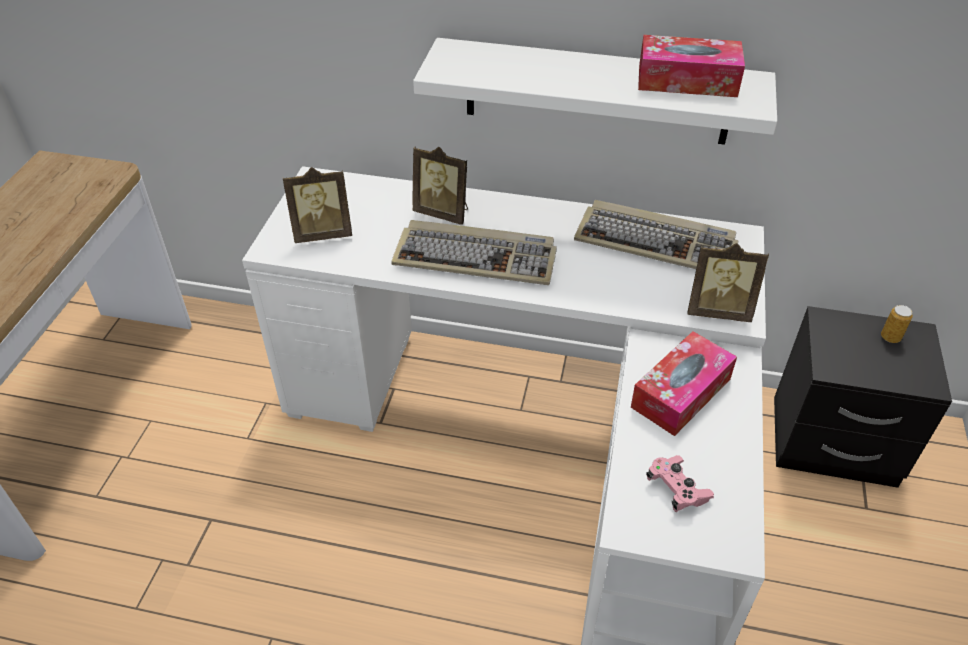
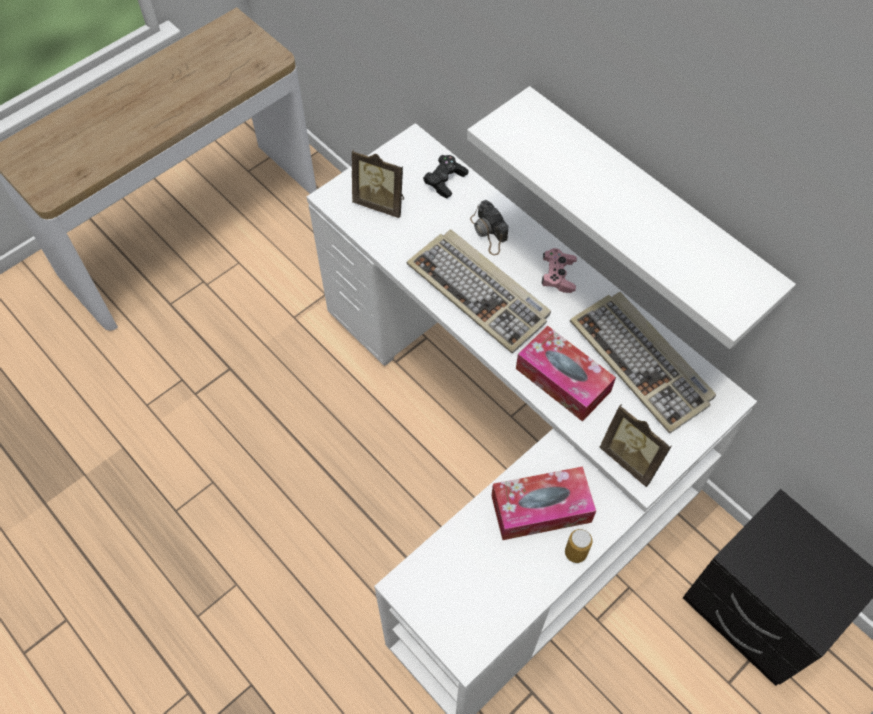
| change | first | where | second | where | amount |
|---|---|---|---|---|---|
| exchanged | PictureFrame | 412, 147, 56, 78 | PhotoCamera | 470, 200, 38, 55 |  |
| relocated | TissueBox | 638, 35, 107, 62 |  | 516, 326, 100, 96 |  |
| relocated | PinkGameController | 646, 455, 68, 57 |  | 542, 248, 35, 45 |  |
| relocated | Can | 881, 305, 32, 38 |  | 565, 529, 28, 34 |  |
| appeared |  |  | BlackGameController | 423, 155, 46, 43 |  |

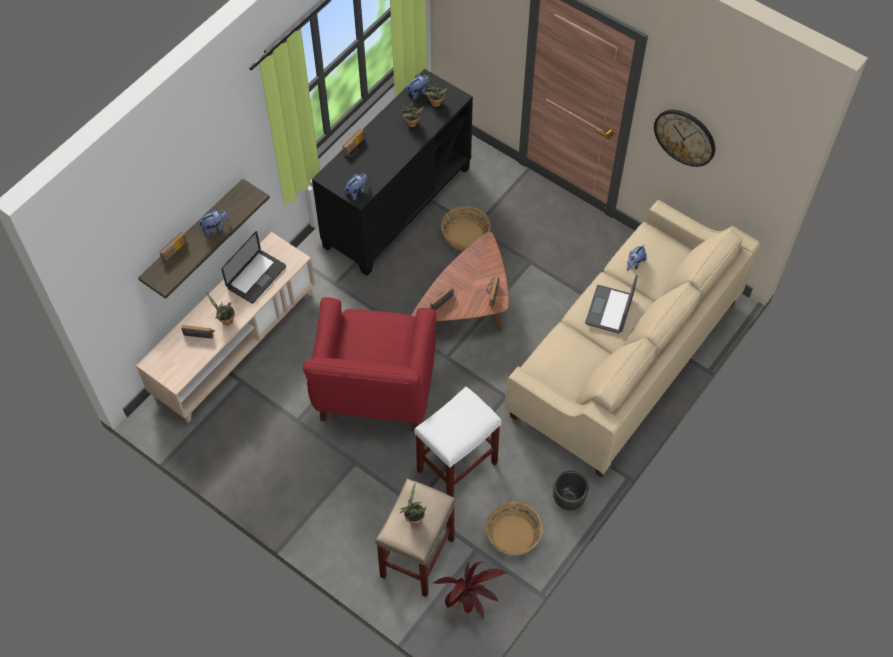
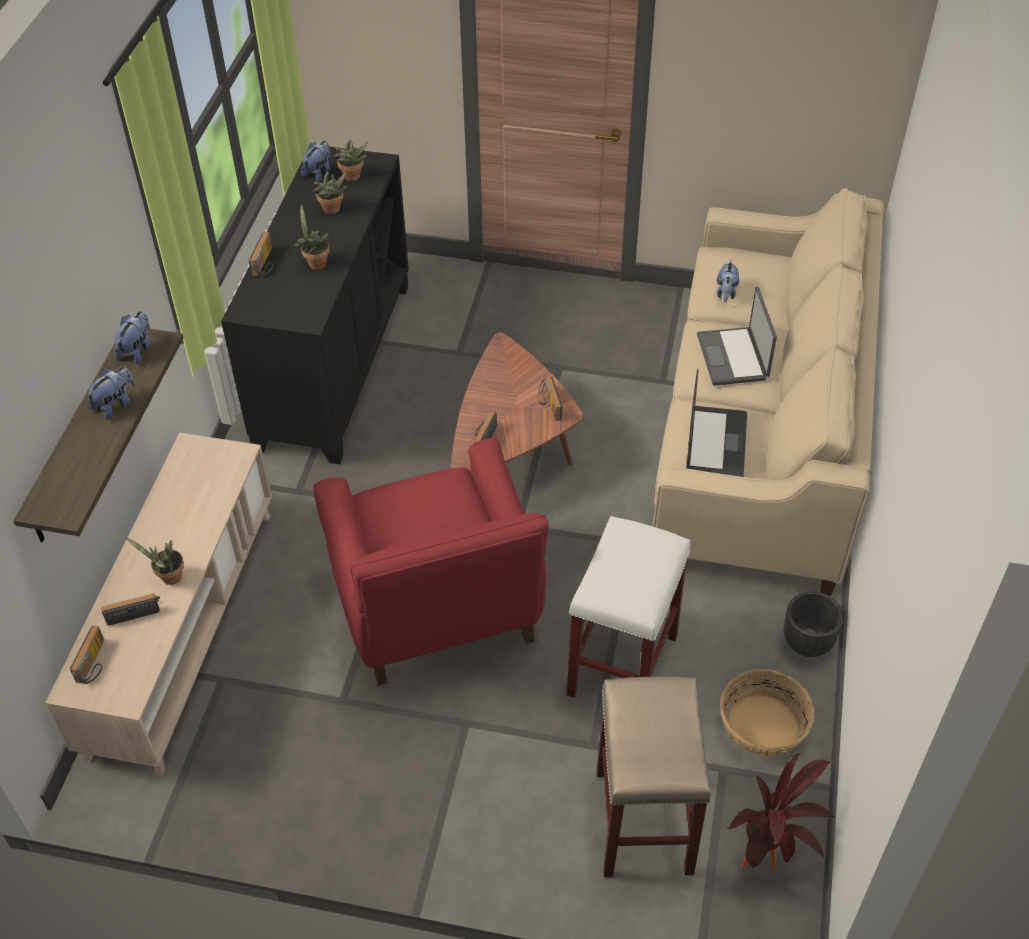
| change | first | where | second | where | amount |
|---|---|---|---|---|---|
| relocated | Radio | 160, 232, 27, 31 |  | 70, 625, 34, 59 |  |
| relocated | Laptop | 221, 231, 65, 72 |  | 687, 368, 60, 109 |  |
| relocated | PlushToy | 344, 173, 24, 27 |  | 114, 311, 37, 53 |  |
| relocated | PottedPlant | 400, 483, 26, 42 |  | 294, 205, 36, 65 |  |
| missing | Basket | 441, 206, 50, 45 |  |  |  |
| missing | WallClock | 654, 110, 61, 57 |  |  |  |

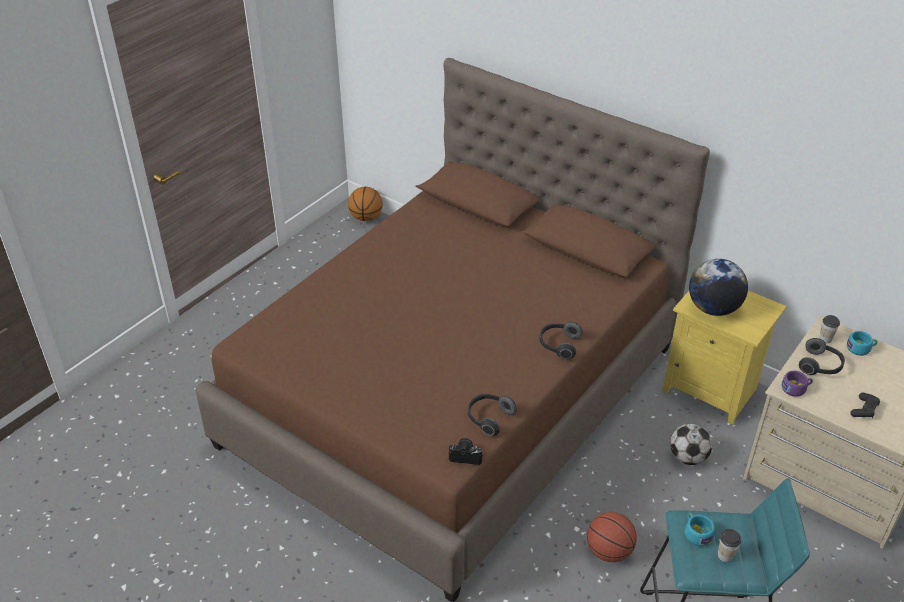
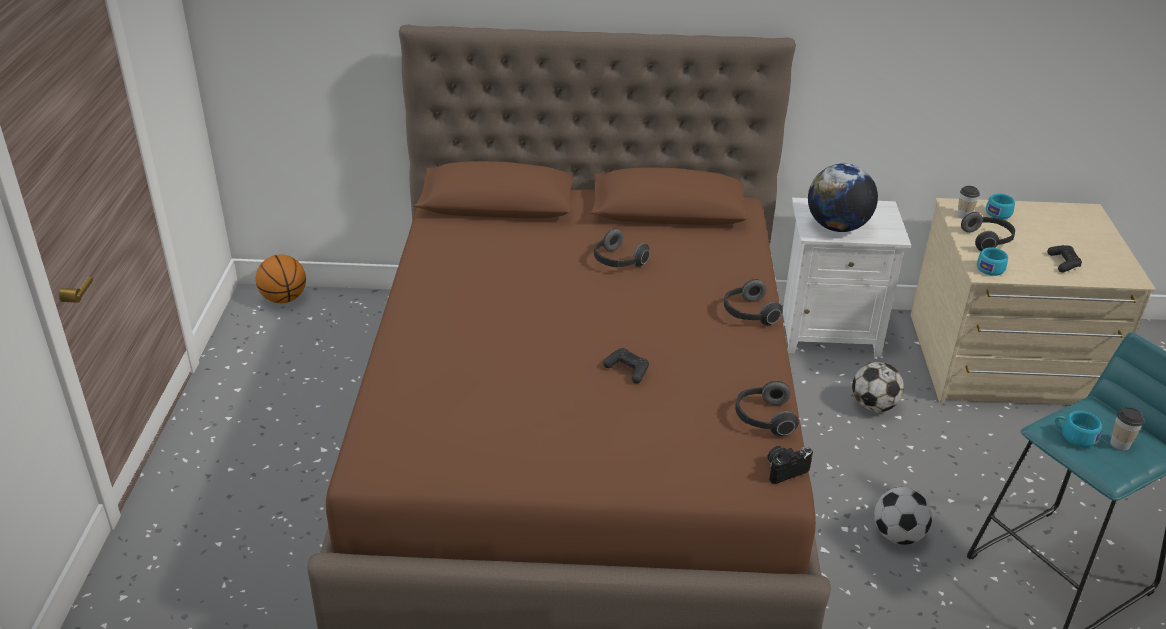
| change | first | where | second | where | amount |
|---|---|---|---|---|---|
| exchanged | Basketball | 587, 512, 50, 50 | Football | 874, 487, 58, 58 |  |
| colour | YellowNightstand | 662, 291, 125, 134 | WhiteNightstand | 783, 198, 128, 159 |  |
| colour | PurpleCup | 781, 371, 32, 26 | TurquoiseCup | 977, 247, 31, 29 |  |
| appeared |  |  | Headphones | 594, 229, 56, 38 |  |
| appeared |  |  | BlackGameController | 603, 348, 46, 35 |  |

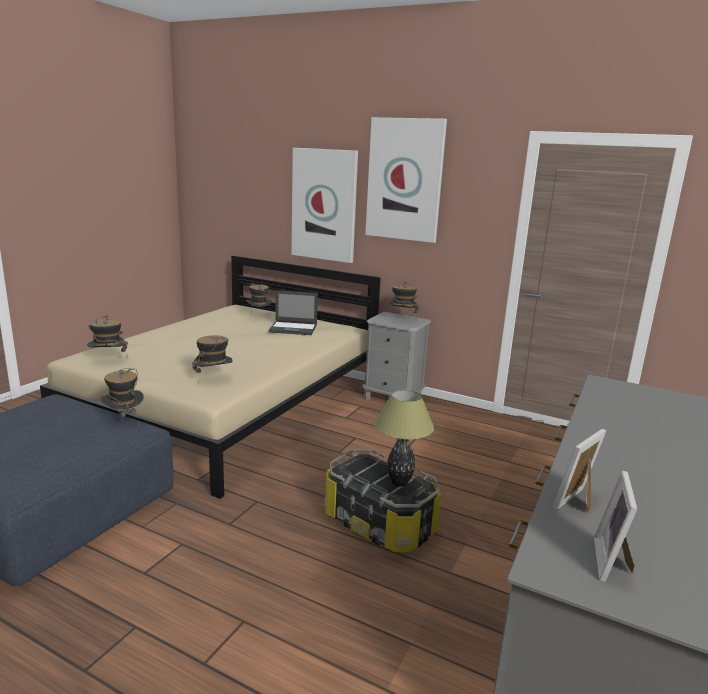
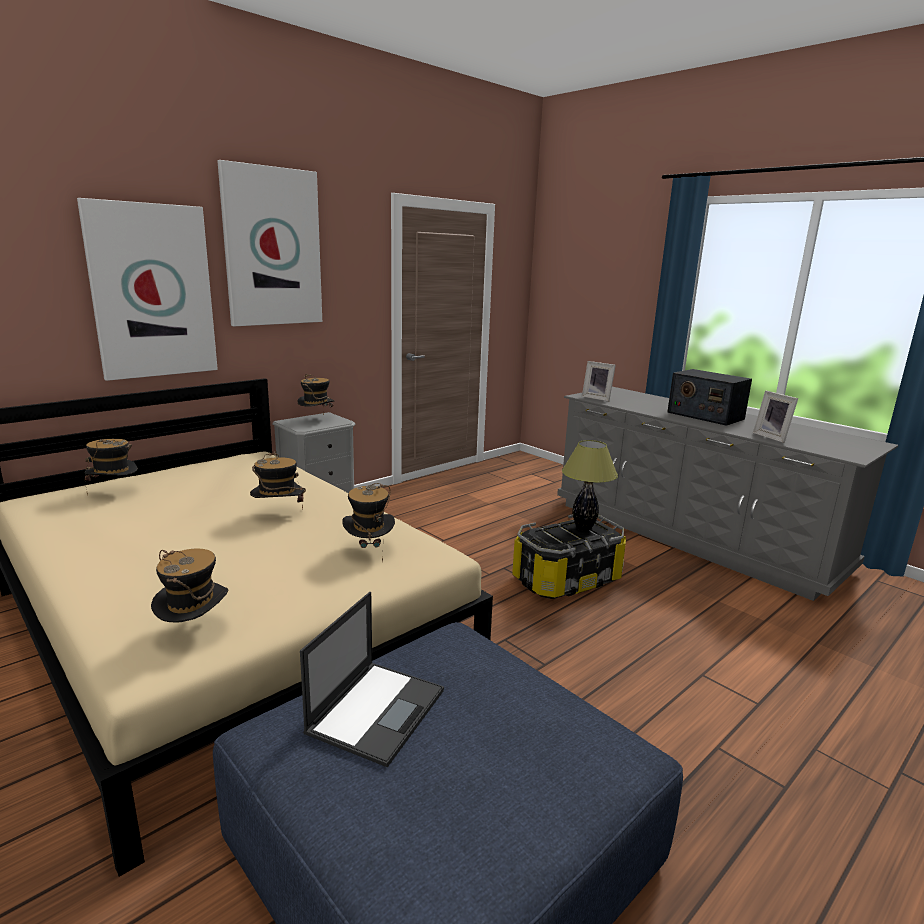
| change | first | where | second | where | amount |
|---|---|---|---|---|---|
| relocated | Hat | 101, 368, 43, 56 |  | 250, 451, 56, 59 |  |
| relocated | Laptop | 269, 290, 49, 45 |  | 300, 592, 144, 176 |  |
| relocated | PictureFrame | 594, 471, 43, 111 |  | 582, 361, 34, 40 |  |
| appeared |  |  | Radio | 667, 369, 85, 57 |  |

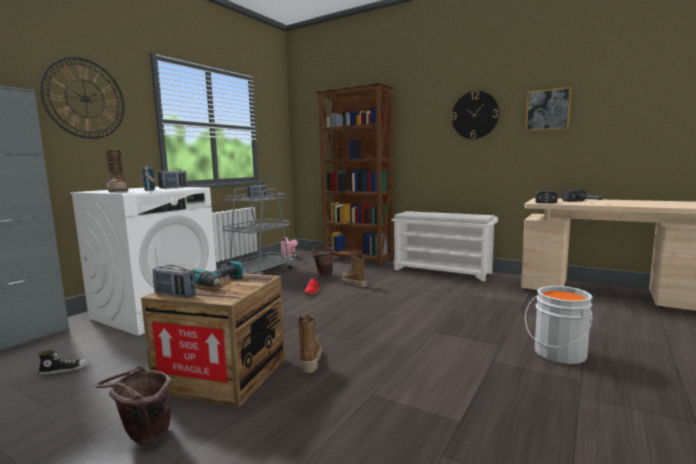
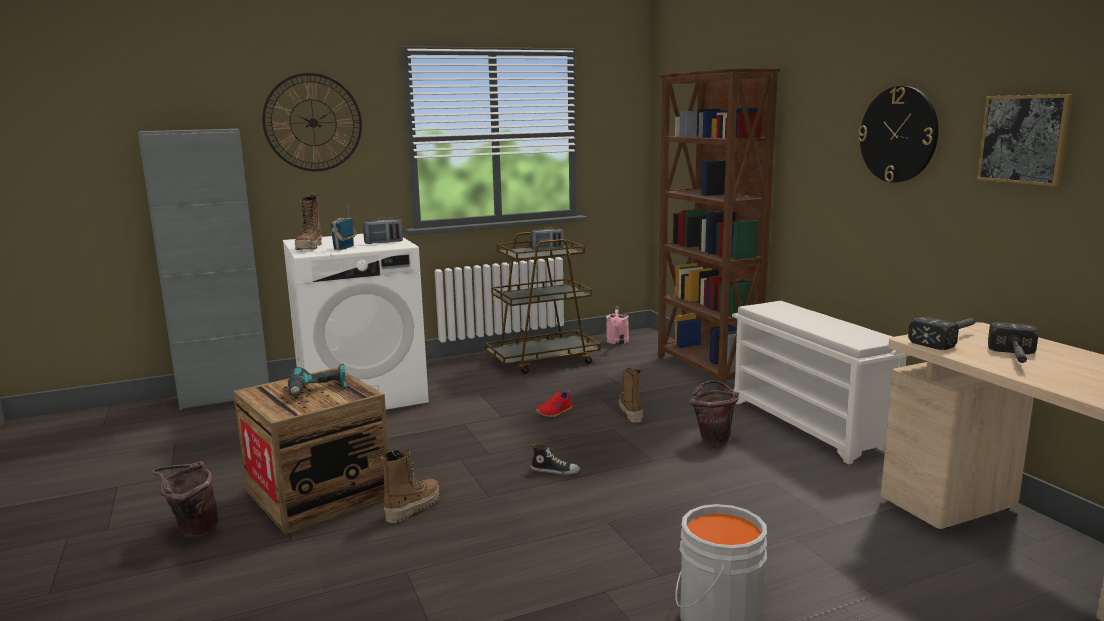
| change | first | where | second | where | amount |
|---|---|---|---|---|---|
| relocated | Shoe | 38, 350, 52, 25 |  | 531, 444, 49, 31 |  |
| missing | Radio | 153, 265, 43, 33 |  |  |  |
| colour | GreyCart | 221, 188, 74, 87 | BrownCart | 485, 232, 116, 142 |  |
| relocated | BrownBucket | 312, 245, 22, 32 |  | 690, 380, 49, 66 |  |

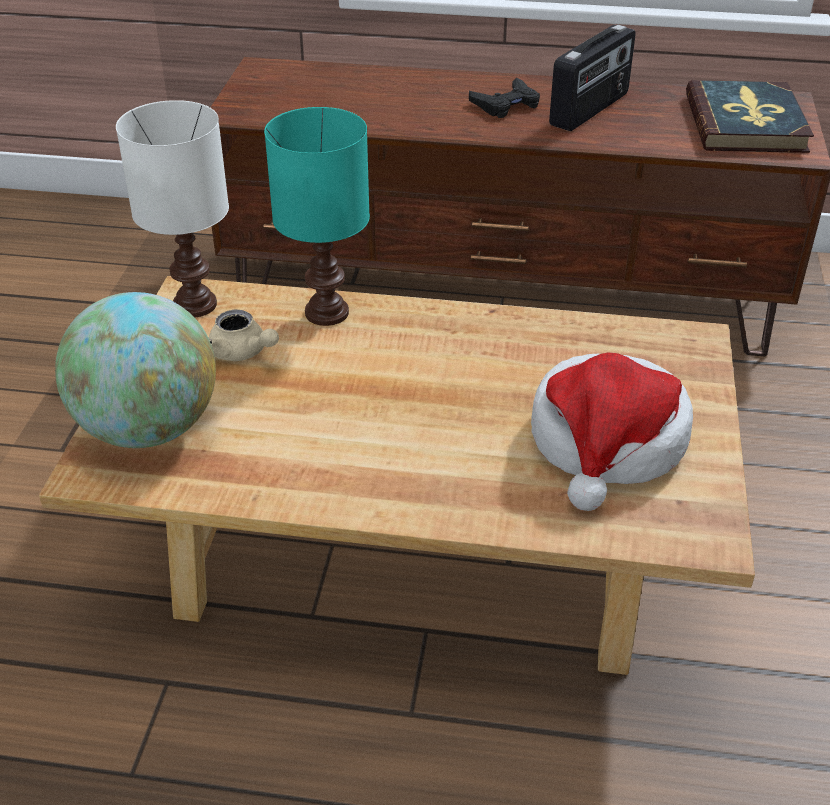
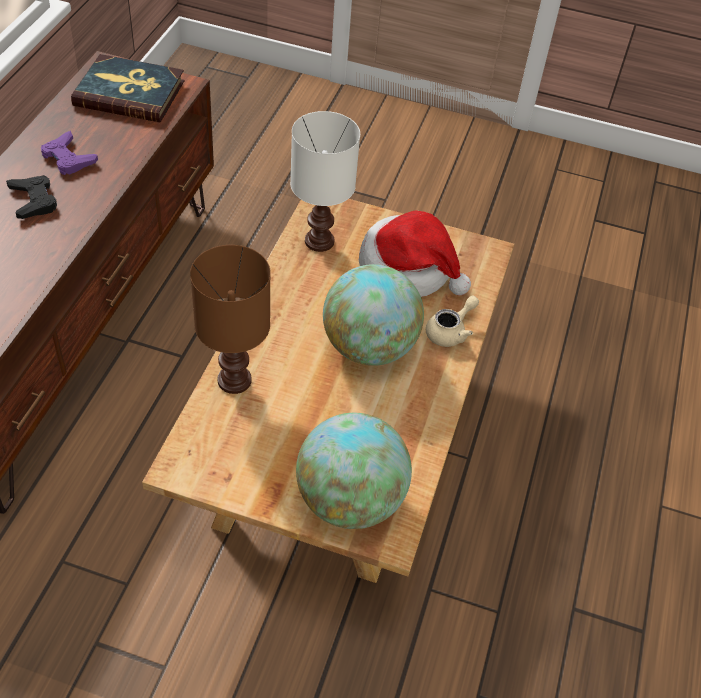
| change | first | where | second | where | amount |
|---|---|---|---|---|---|
| relocated | WhiteTableLamp | 116, 100, 113, 218 |  | 290, 111, 70, 141 |  |
| relocated | BeigeTeapot | 209, 310, 70, 51 |  | 426, 295, 53, 52 |  |
| colour | TurquoiseTableLamp | 264, 107, 106, 219 | BrownTableLamp | 190, 245, 81, 149 |  |
| exchanged | Radio | 549, 25, 86, 106 | PurpleGameController | 41, 131, 57, 44 |  |
| appeared |  |  | Globe | 323, 264, 101, 102 |  |

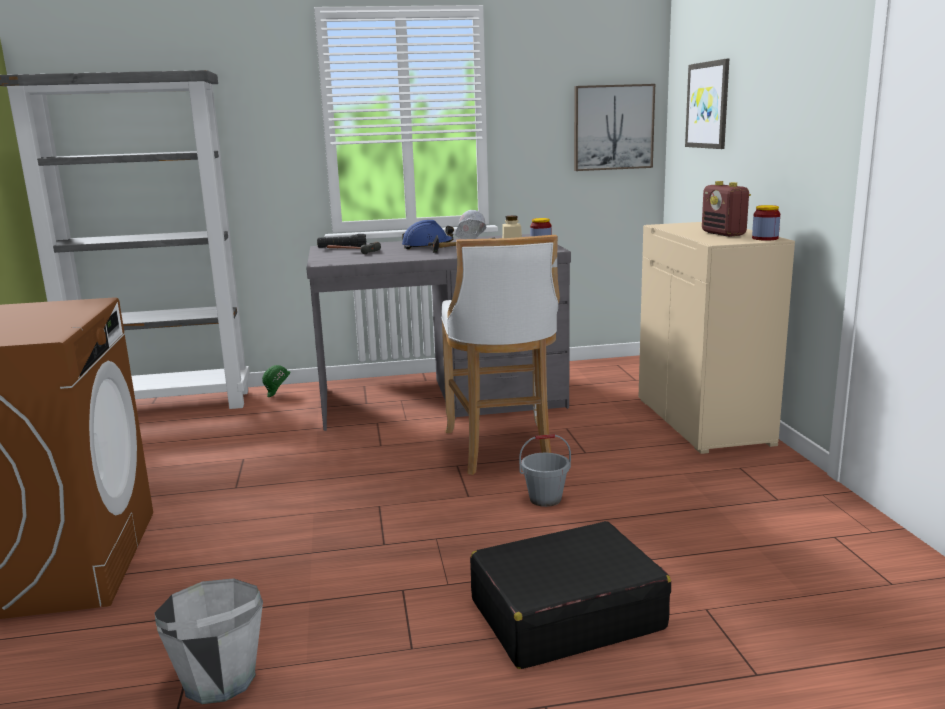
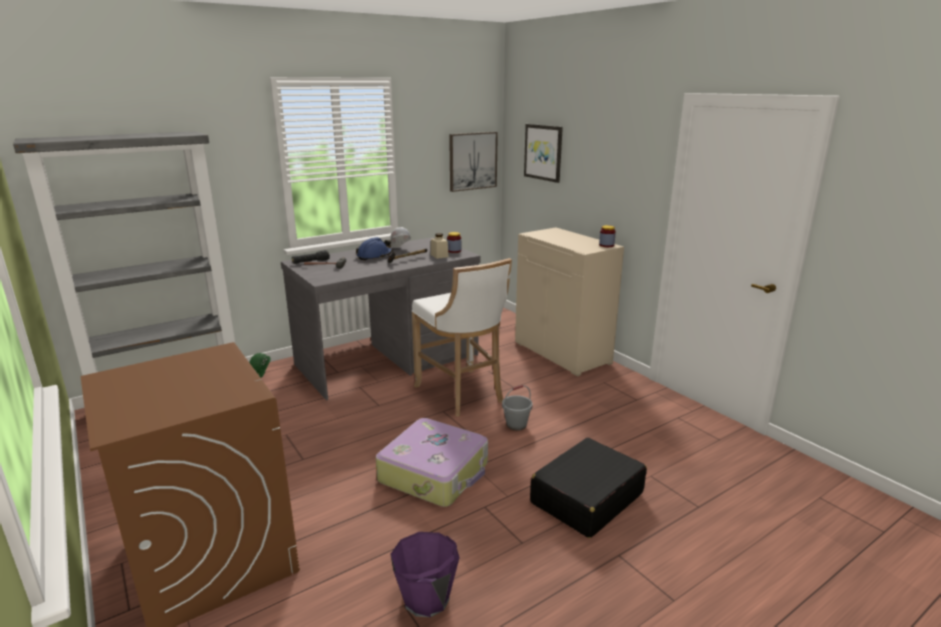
| change | first | where | second | where | amount |
|---|---|---|---|---|---|
| colour | GreyBucket | 154, 578, 109, 126 | PurpleBucket | 391, 532, 69, 85 |  |
| missing | Radio | 702, 181, 49, 56 |  |  |  |
| appeared |  |  | Suitcase | 376, 418, 112, 89 |  |

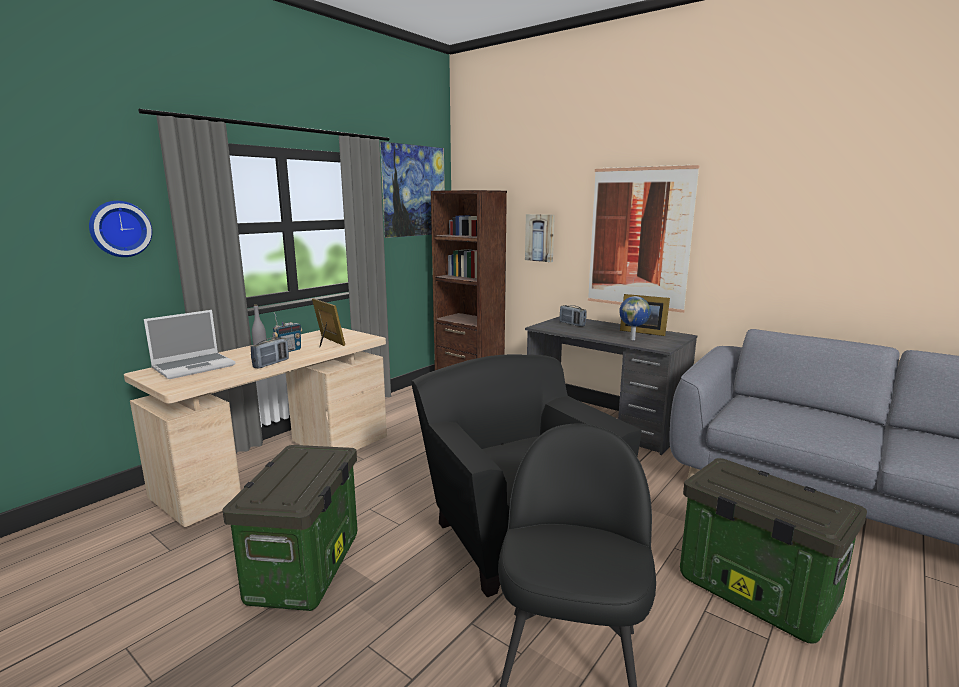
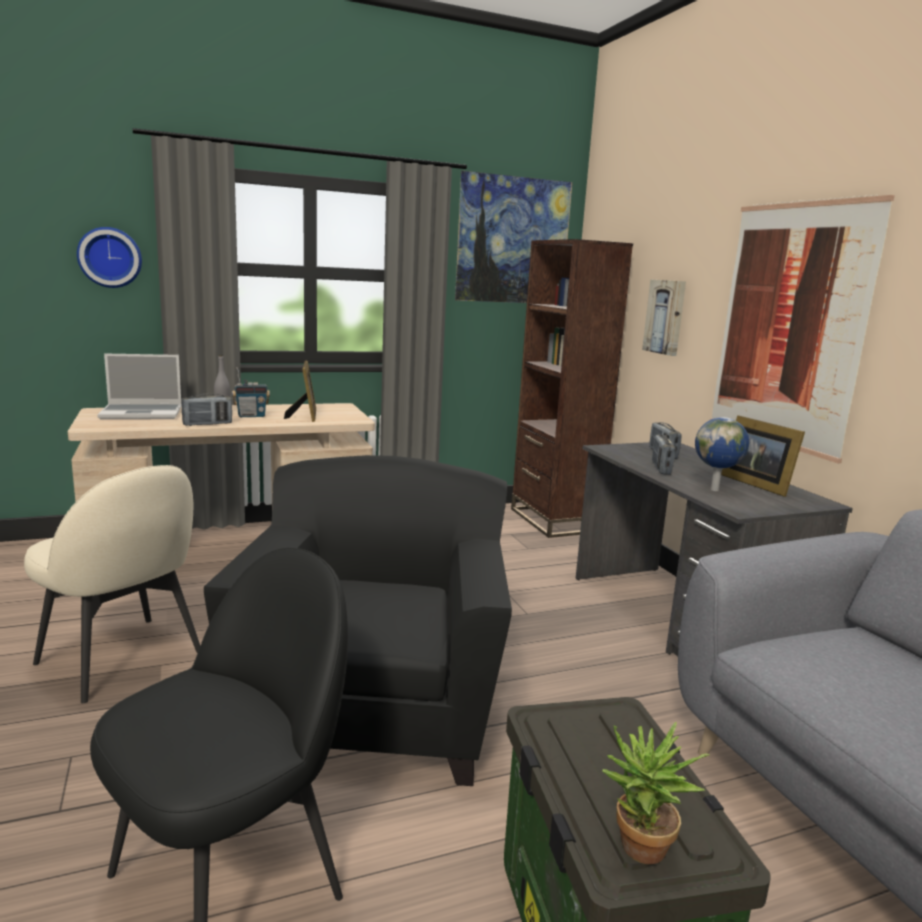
| change | first | where | second | where | amount |
|---|---|---|---|---|---|
| exchanged | StorageBox | 222, 445, 135, 166 | BeigeChair | 24, 465, 176, 238 |  |
| appeared |  |  | PottedPlant | 602, 721, 108, 143 |  |
| appeared |  |  | Radio | 652, 435, 24, 40 |  |

